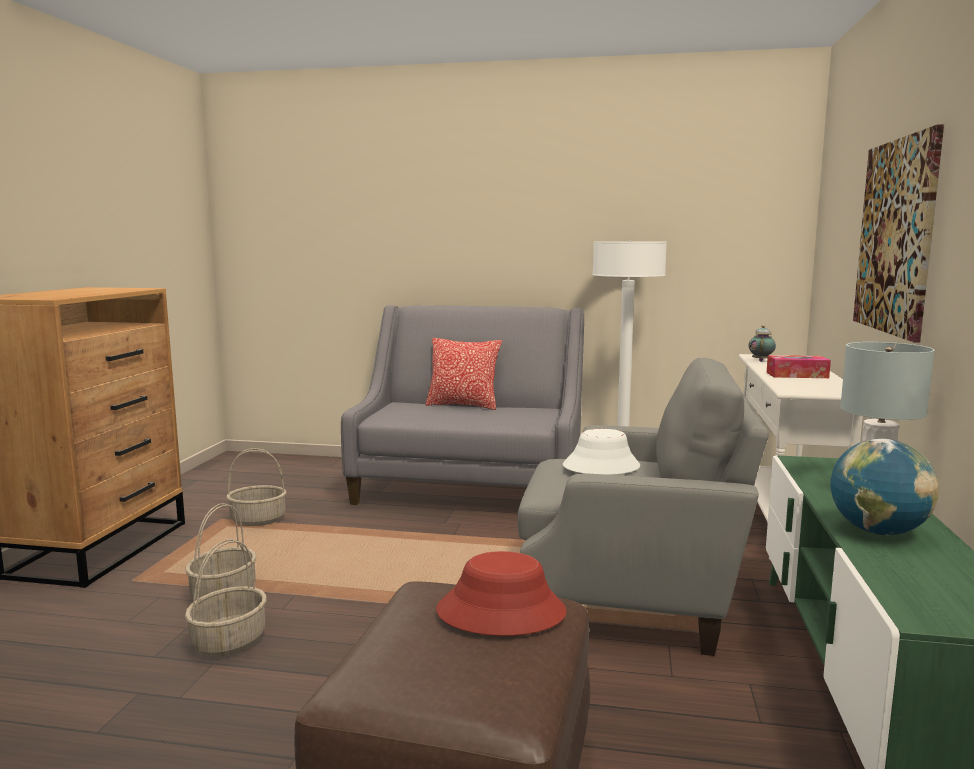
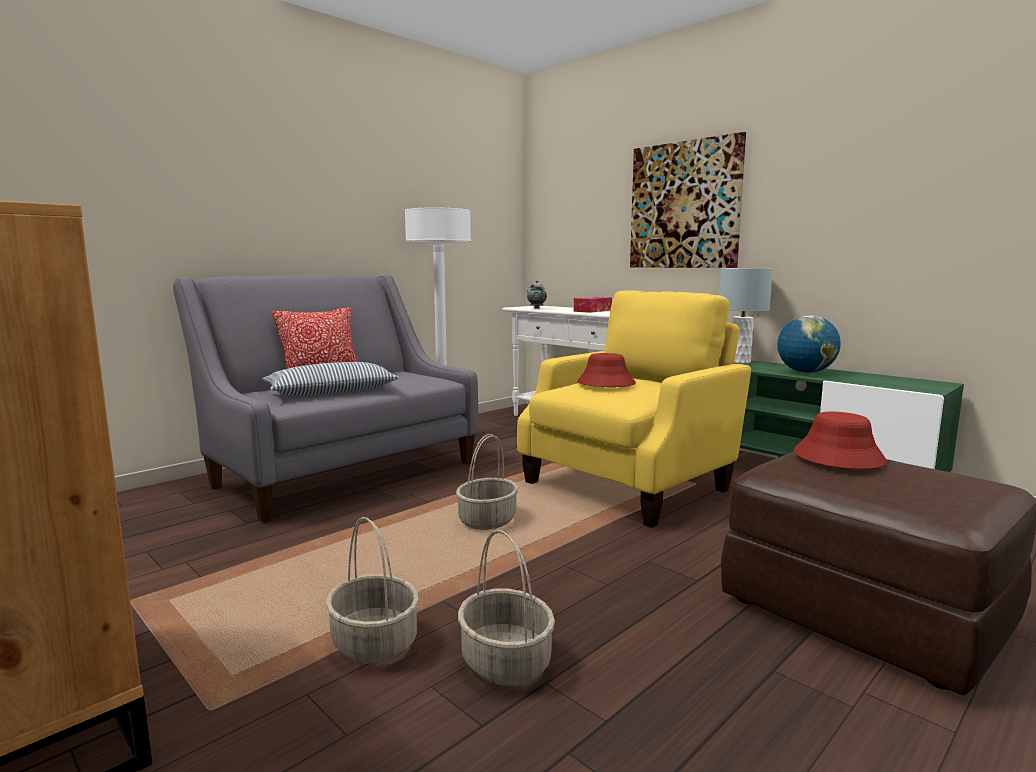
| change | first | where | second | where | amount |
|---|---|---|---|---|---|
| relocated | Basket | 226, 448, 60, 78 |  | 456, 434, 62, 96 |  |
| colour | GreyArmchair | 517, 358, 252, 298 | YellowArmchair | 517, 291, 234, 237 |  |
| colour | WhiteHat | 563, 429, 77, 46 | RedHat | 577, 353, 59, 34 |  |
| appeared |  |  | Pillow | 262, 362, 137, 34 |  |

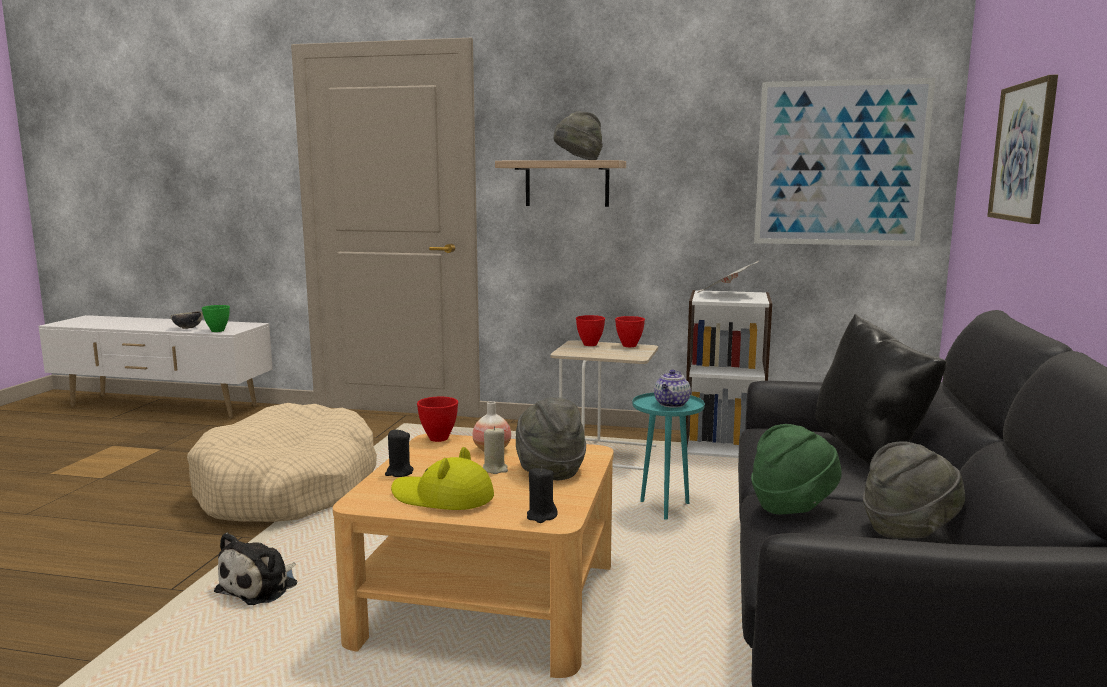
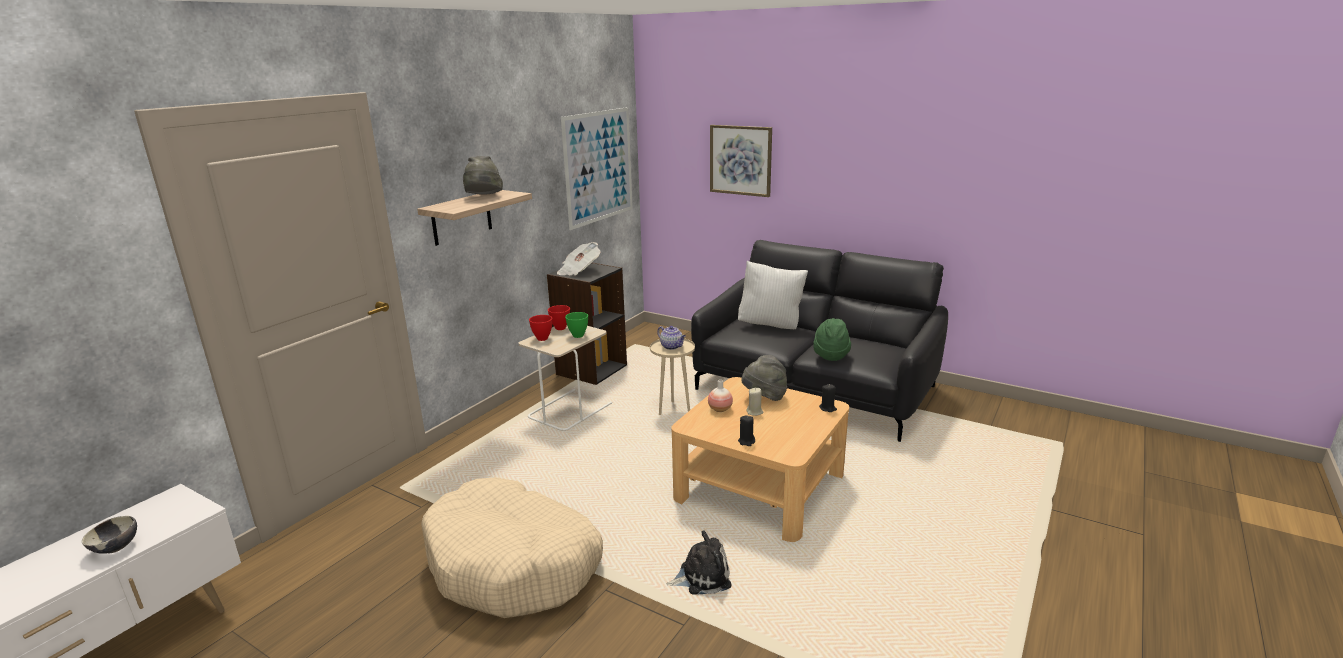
| change | first | where | second | where | amount |
|---|---|---|---|---|---|
| relocated | GreenBowl | 202, 305, 28, 27 |  | 565, 312, 23, 26 |  |
| spun | PlushToy | 214, 533, 83, 72 |  | 666, 531, 66, 64 | 60 degrees counterclockwise |
| missing | YellowHat | 391, 447, 103, 63 |  |  |  |
| missing | RedBowl | 417, 397, 41, 45 |  |  |  |
| colour | TurquoiseSideTable | 632, 393, 73, 127 | BeigeSideTable | 650, 338, 45, 77 |  |
| colour | WhiteBookcase | 686, 290, 86, 168 | BlackBookcase | 547, 262, 80, 123 |  |
| colour | BlackPillow | 815, 314, 132, 151 | WhitePillow | 738, 261, 70, 68 |  |
| missing | GreyHat | 863, 441, 102, 98 |  |  |  |

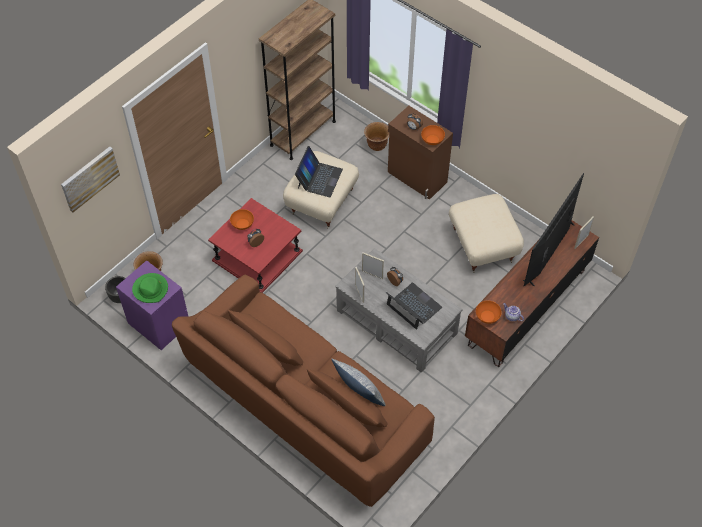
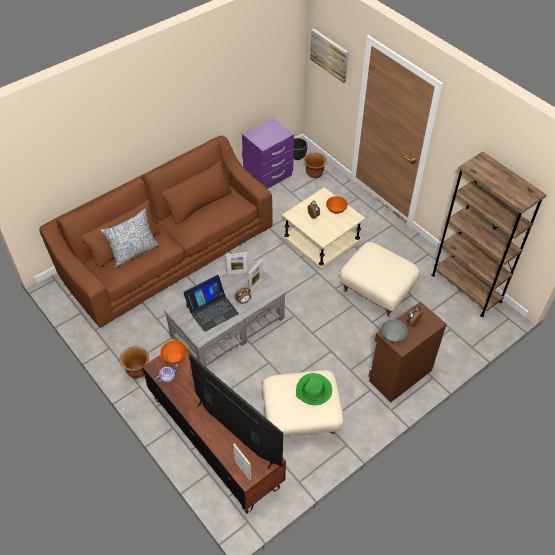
| change | first | where | second | where | amount |
|---|---|---|---|---|---|
| relocated | GreenHat | 132, 273, 36, 30 |  | 296, 373, 36, 32 |  |
| colour | RedSideTable | 208, 198, 95, 95 | BeigeSideTable | 282, 188, 83, 82 |  |
| missing | Laptop | 295, 146, 48, 51 |  |  |  |
| relocated | BrownPlanter | 364, 122, 25, 29 |  | 119, 346, 30, 32 |  |
| colour | OrangeBowl | 421, 125, 24, 20 | GreyBowl | 381, 319, 27, 24 |  |

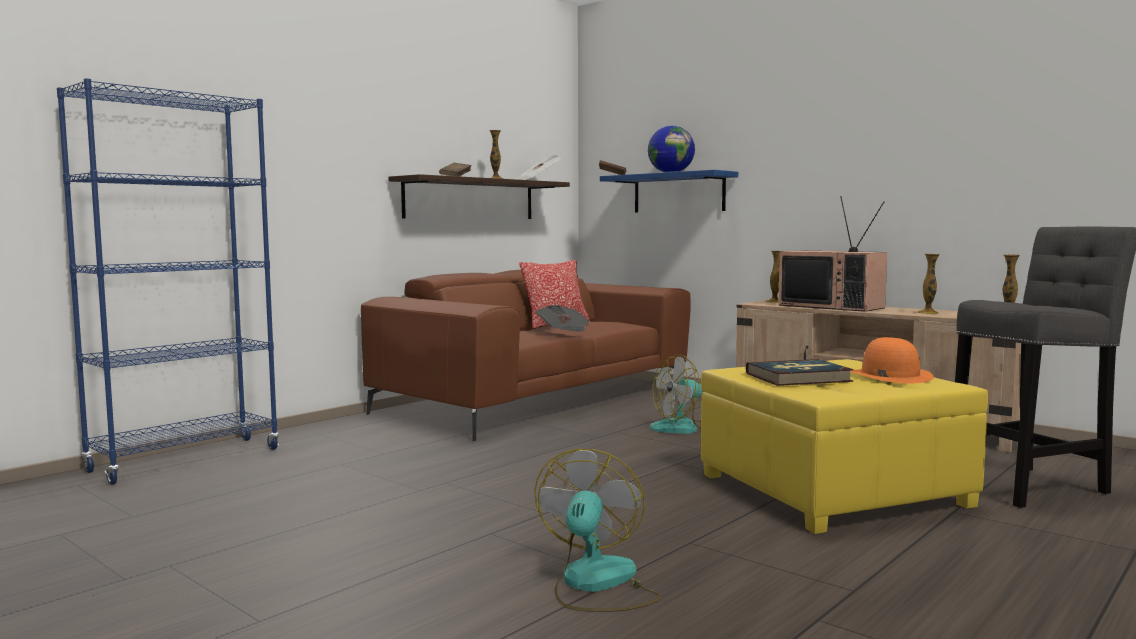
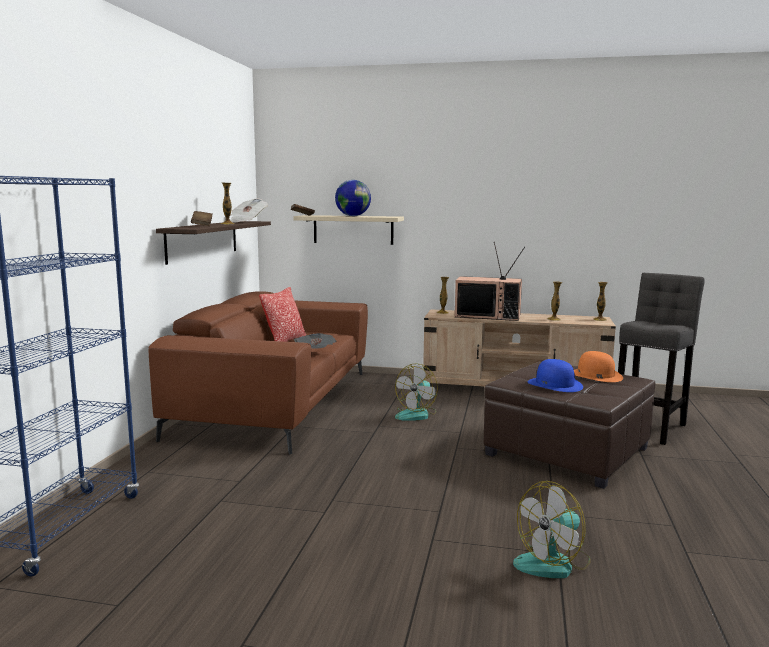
| change | first | where | second | where | amount |
|---|---|---|---|---|---|
| spun | Fan | 534, 449, 127, 163 |  | 513, 481, 78, 97 | 105 degrees counterclockwise |
| colour | BlueShelf | 600, 170, 138, 43 | BeigeShelf | 293, 215, 111, 30 |  |
| colour | YellowOttoman | 701, 359, 287, 175 | BrownOttoman | 484, 361, 171, 128 |  |
| exchanged | Book | 746, 359, 108, 27 | BlueHat | 528, 359, 55, 33 |  |

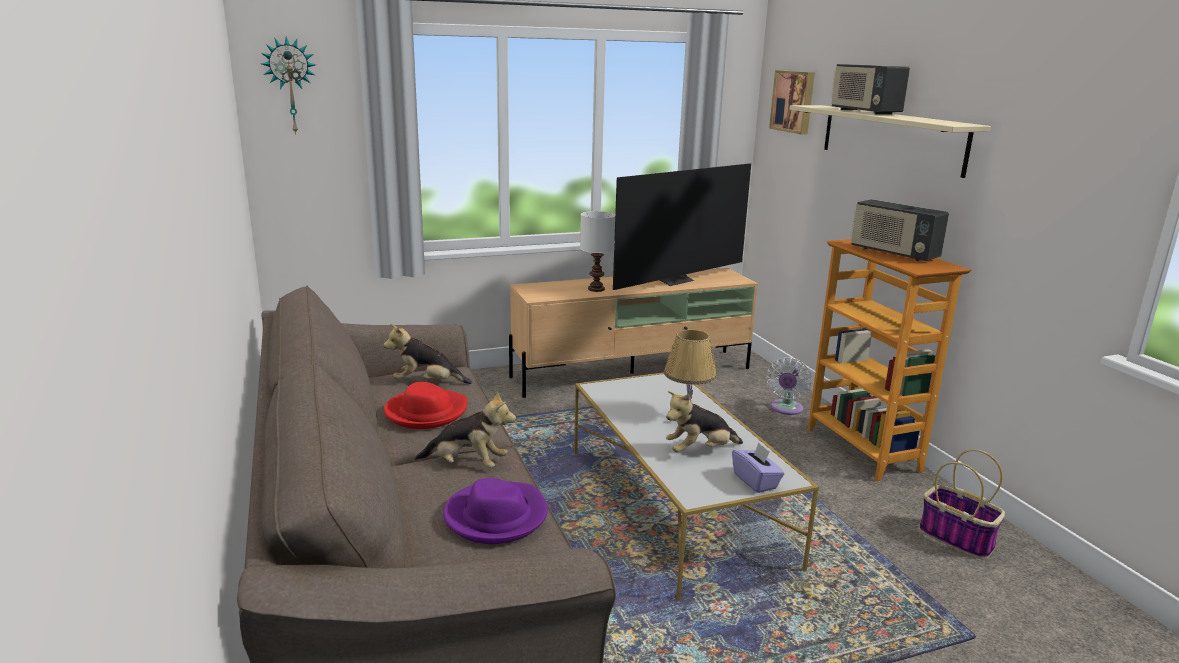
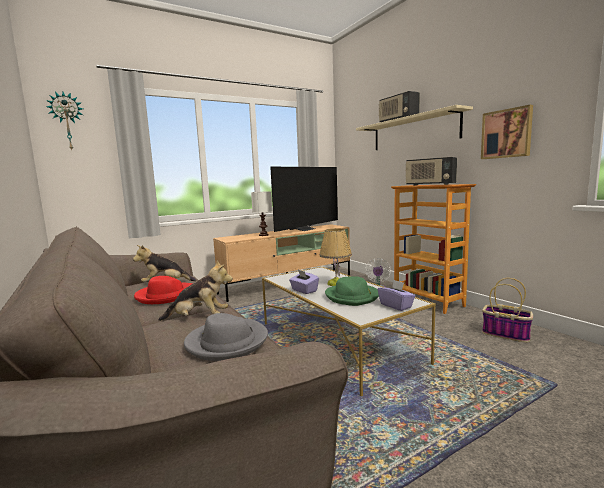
| change | first | where | second | where | amount |
|---|---|---|---|---|---|
| colour | PurpleHat | 443, 478, 105, 66 | GreyHat | 184, 313, 84, 48 |  |
| exchanged | PlushToy | 666, 391, 77, 61 | GreenHat | 325, 276, 54, 30 |  |
| relocated | Picture | 769, 70, 46, 65 |  | 481, 105, 52, 54 |  |
| appeared |  |  | PurpleTissueBox | 289, 270, 30, 24 |  |

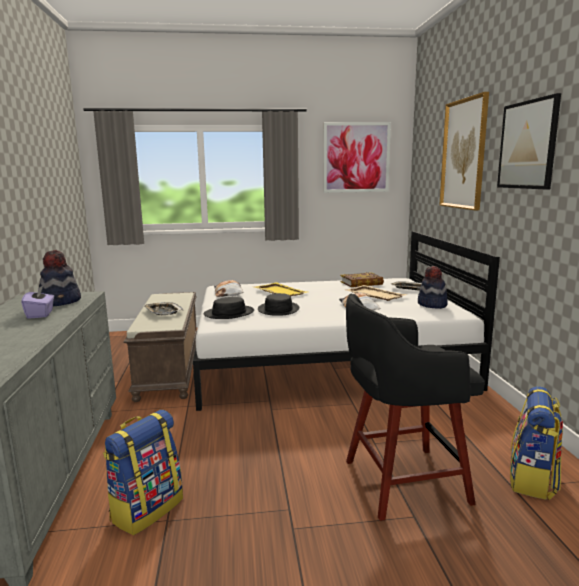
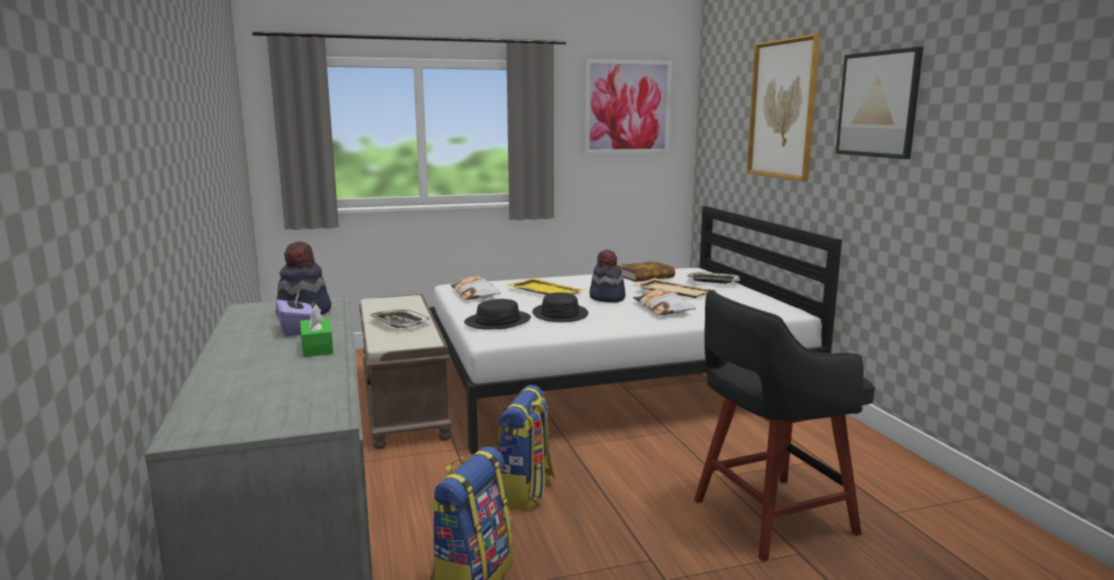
| change | first | where | second | where | amount |
|---|---|---|---|---|---|
| relocated | Hat | 418, 266, 30, 43 |  | 590, 250, 35, 52 |  |
| relocated | Backpack | 510, 386, 53, 114 |  | 496, 385, 59, 125 |  |
| appeared |  |  | GreenTissueBox | 300, 305, 33, 52 |  |

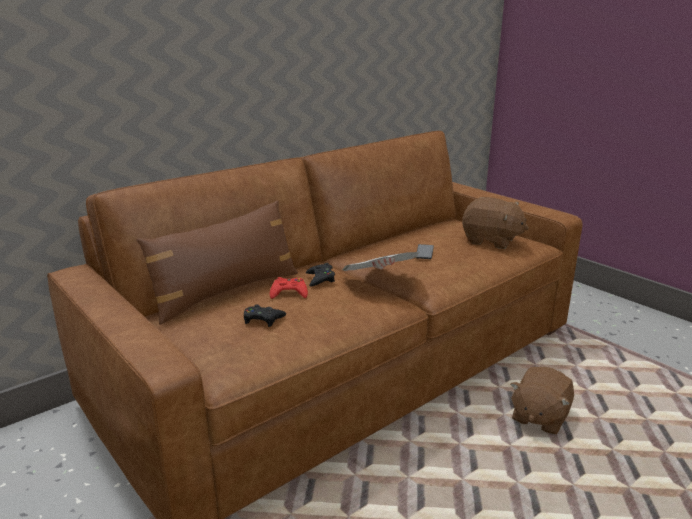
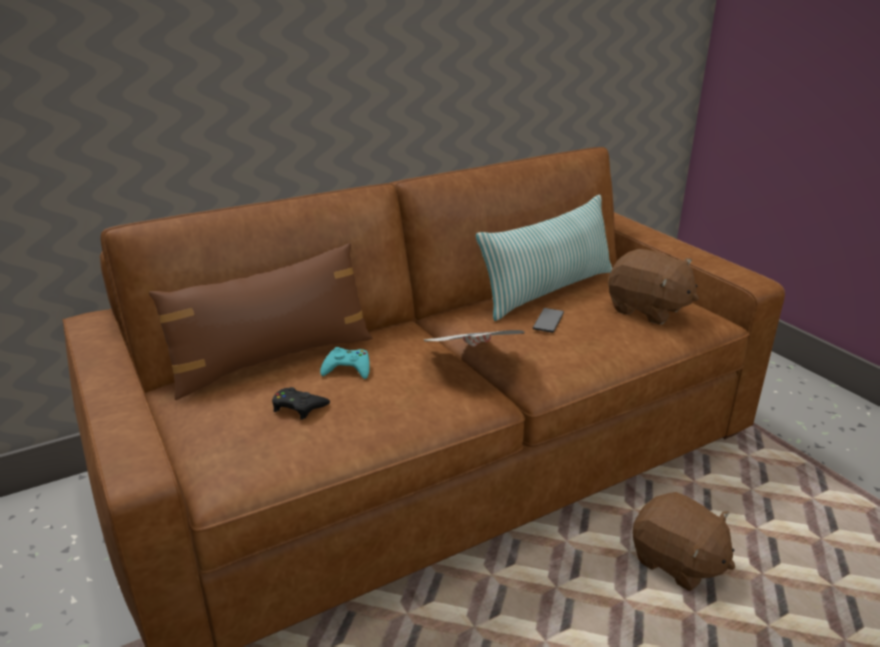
| change | first | where | second | where | amount |
|---|---|---|---|---|---|
| colour | RedGameController | 270, 277, 38, 22 | TurquoiseGameController | 320, 347, 50, 32 |  |
| missing | BlackGameController | 306, 263, 29, 23 |  |  |  |
| spun | BrownPlushToy | 510, 367, 64, 68 |  | 633, 492, 102, 99 | 90 degrees counterclockwise |
| appeared |  |  | Pillow | 476, 195, 136, 126 |  |

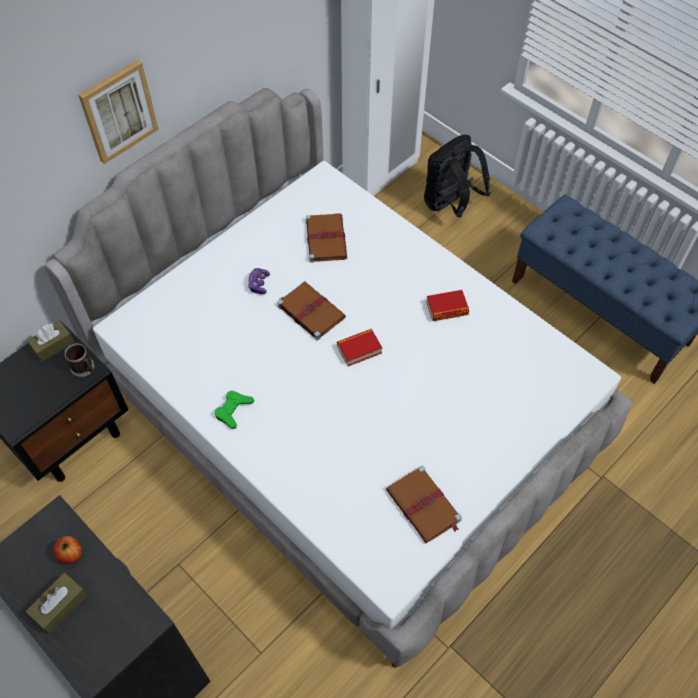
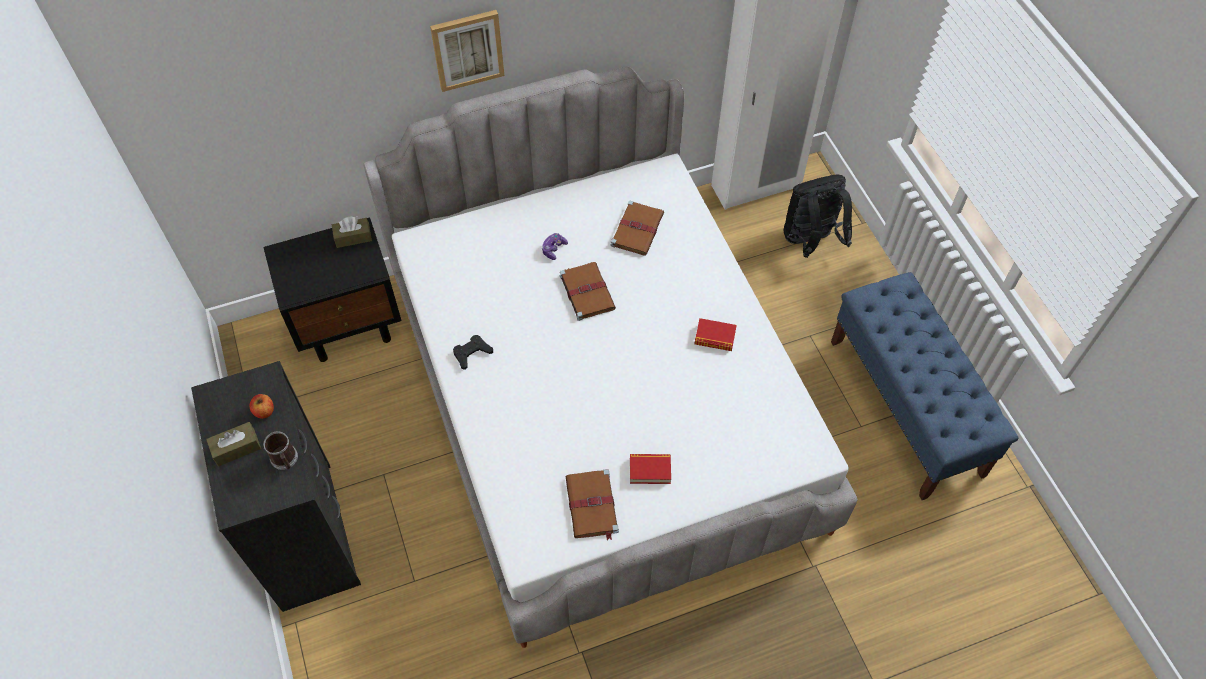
| change | first | where | second | where | amount |
|---|---|---|---|---|---|
| relocated | Mug | 64, 343, 30, 34 |  | 263, 431, 35, 39 |  |
| colour | GreenGameController | 214, 390, 40, 39 | BlackGameController | 453, 335, 40, 35 |  |
| relocated | Book | 337, 329, 45, 37 |  | 630, 454, 41, 30 |  |

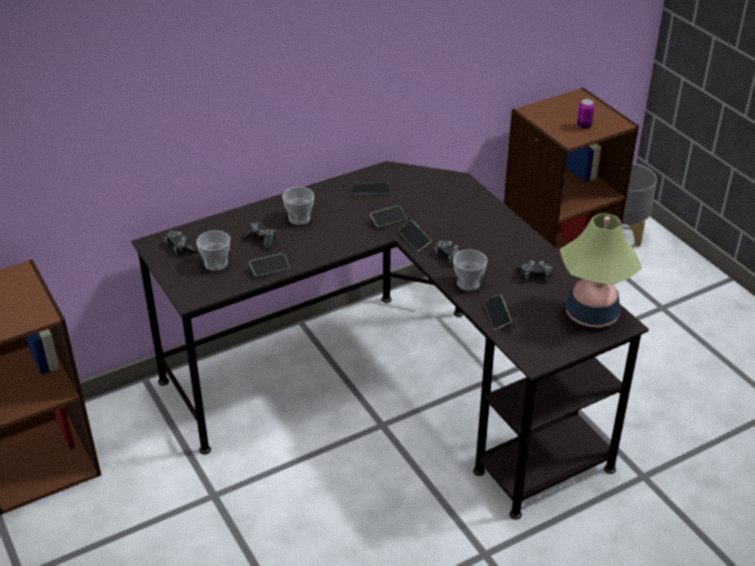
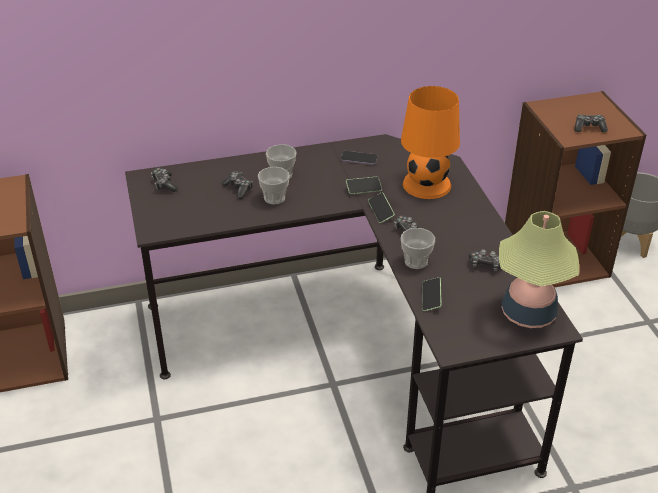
| change | first | where | second | where | amount |
|---|---|---|---|---|---|
| relocated | Cup | 196, 230, 34, 41 |  | 258, 167, 32, 38 |  |
| missing | Phone | 249, 253, 41, 23 |  |  |  |
| exchanged | Can | 577, 99, 18, 30 | GameController | 575, 114, 33, 18 |  |
| appeared |  |  | OrangeTableLamp | 401, 86, 59, 113 |  |

